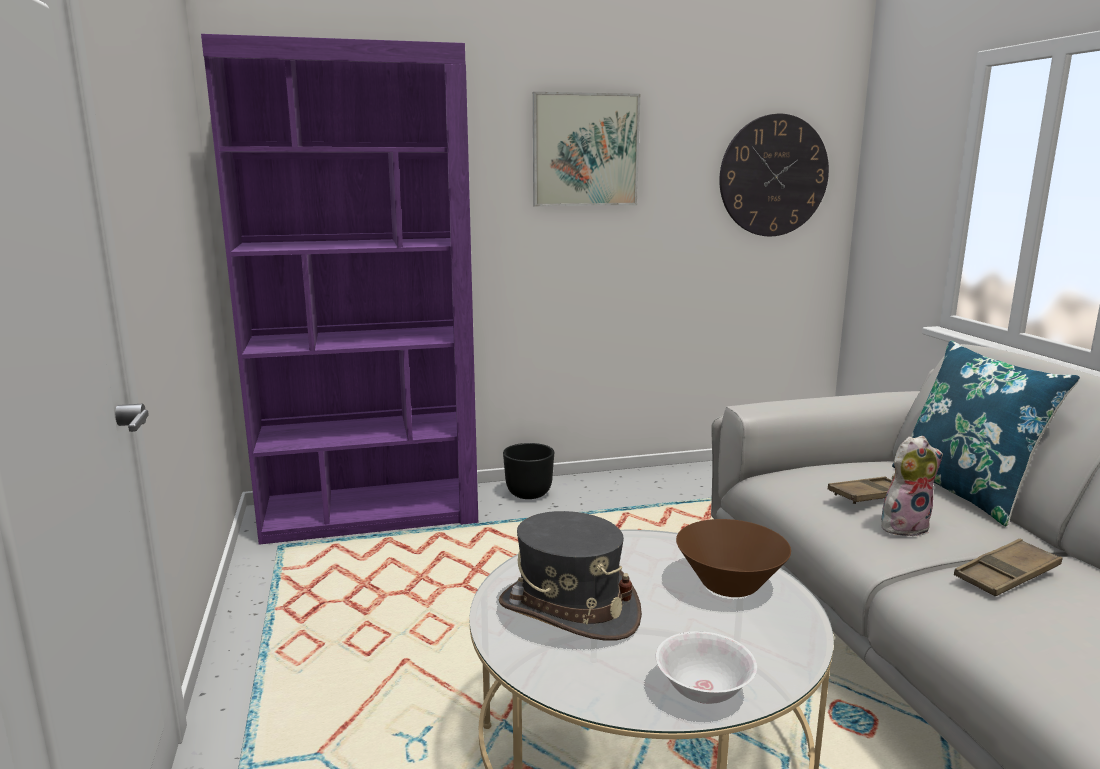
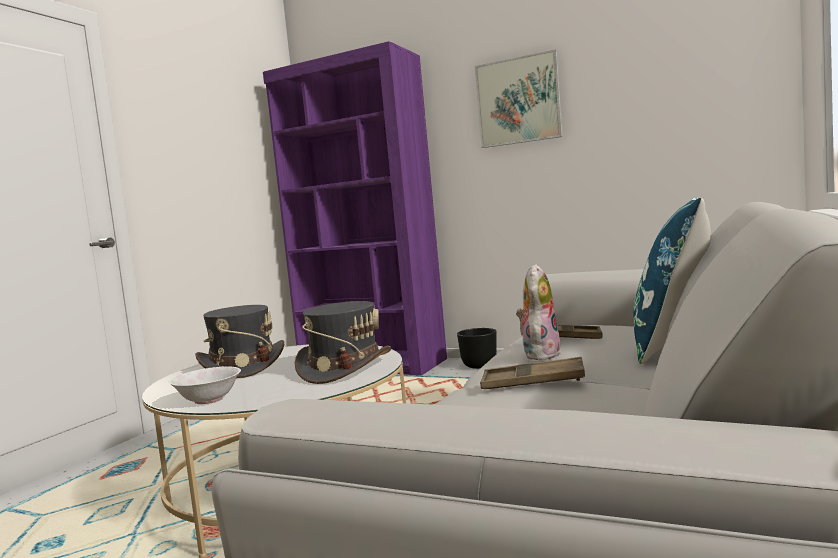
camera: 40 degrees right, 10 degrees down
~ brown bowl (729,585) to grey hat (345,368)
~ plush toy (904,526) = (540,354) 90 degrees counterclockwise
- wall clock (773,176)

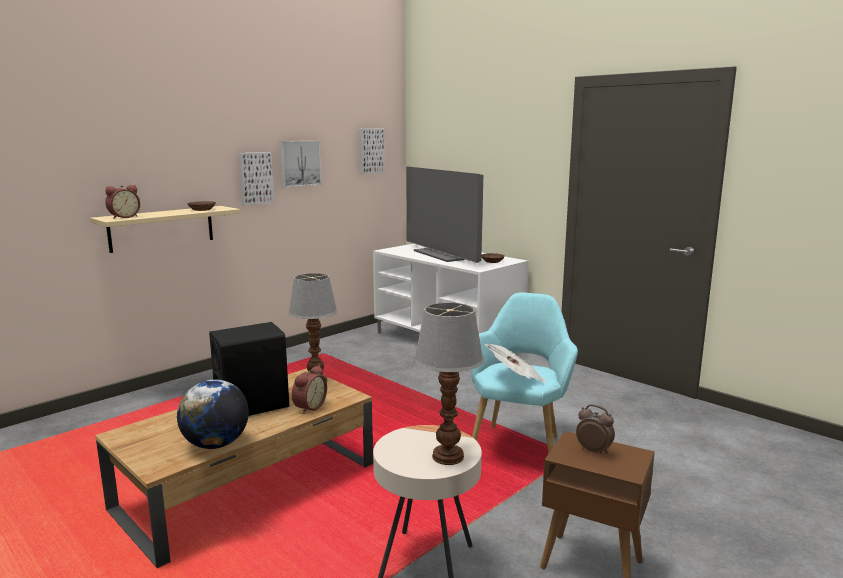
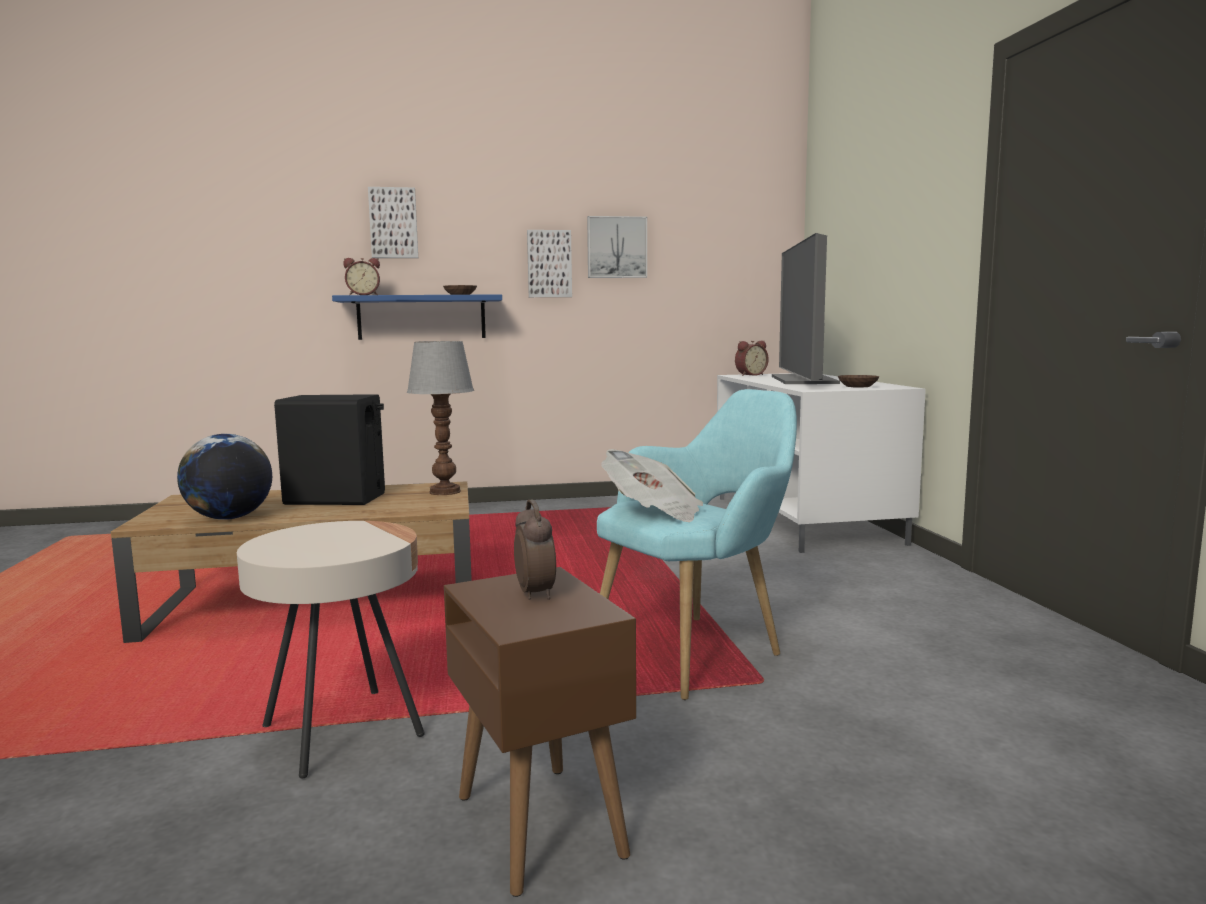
camera: 35 degrees right, 5 degrees down
~ beige shelf (162,228) to blue shelf (421,317)
~ picture (370,151) to (393,223)
~ alarm clock (308,407) to (750,375)
- table lamp (446,457)

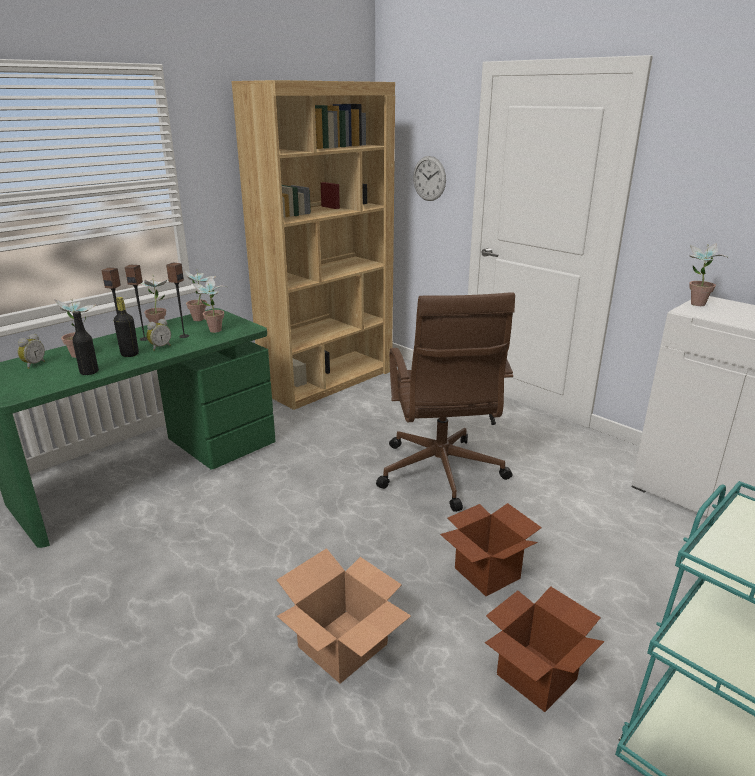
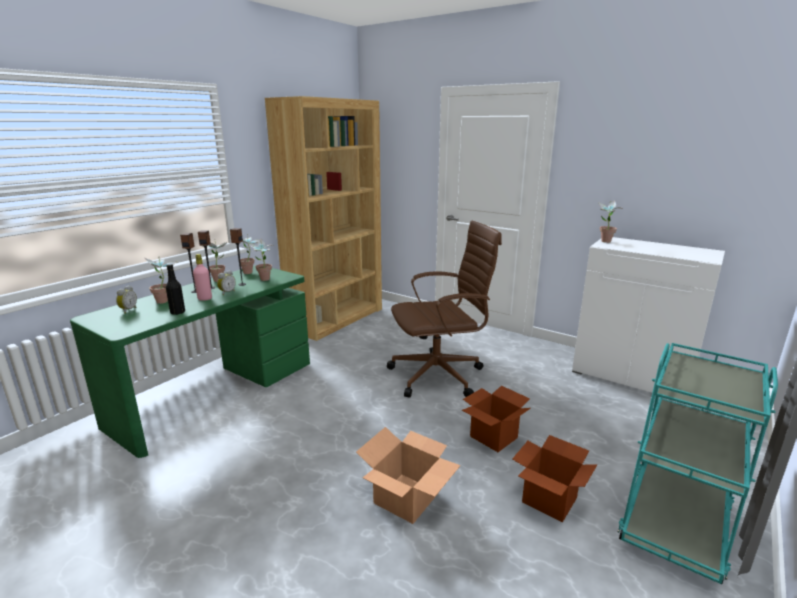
camera: 10 degrees left, 5 degrees down
~ black bottle (130,354) to pink bottle (204,298)
~ brown office chair (440,474) = (439,375) 90 degrees counterclockwise
- wall clock (429,178)

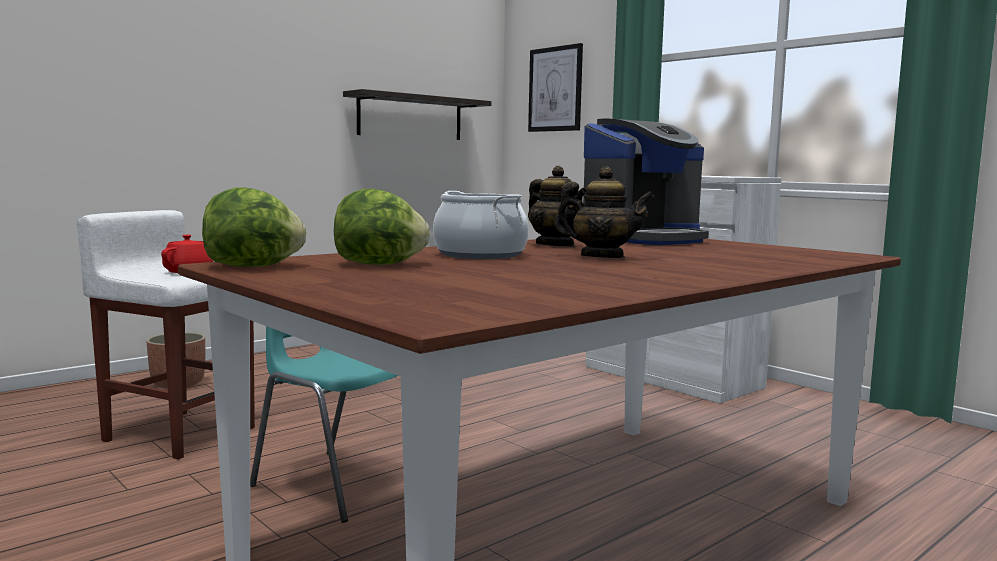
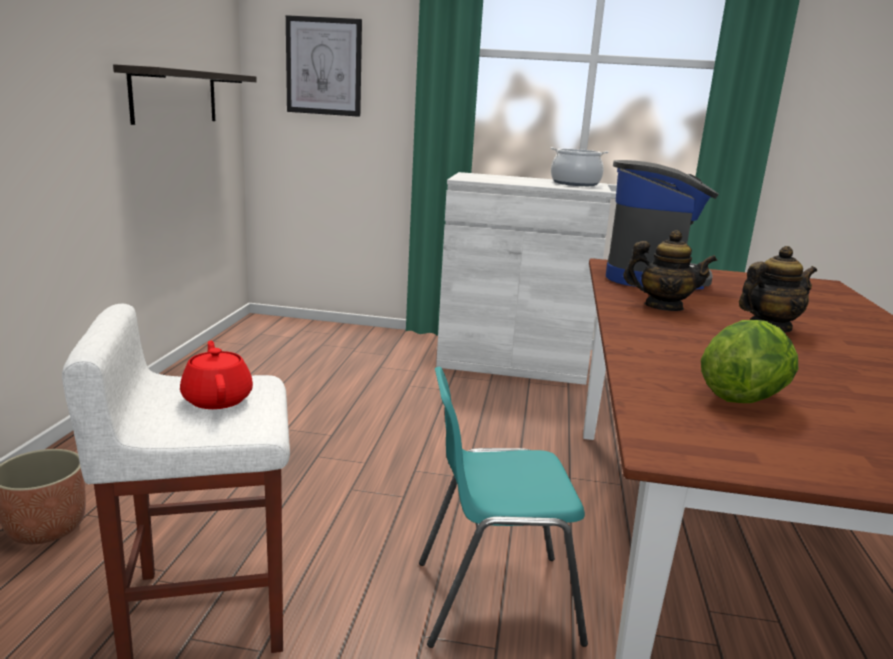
camera: 40 degrees left, 10 degrees up
~ cooking pot (480,254) to (575,183)
- lettuce (253,266)

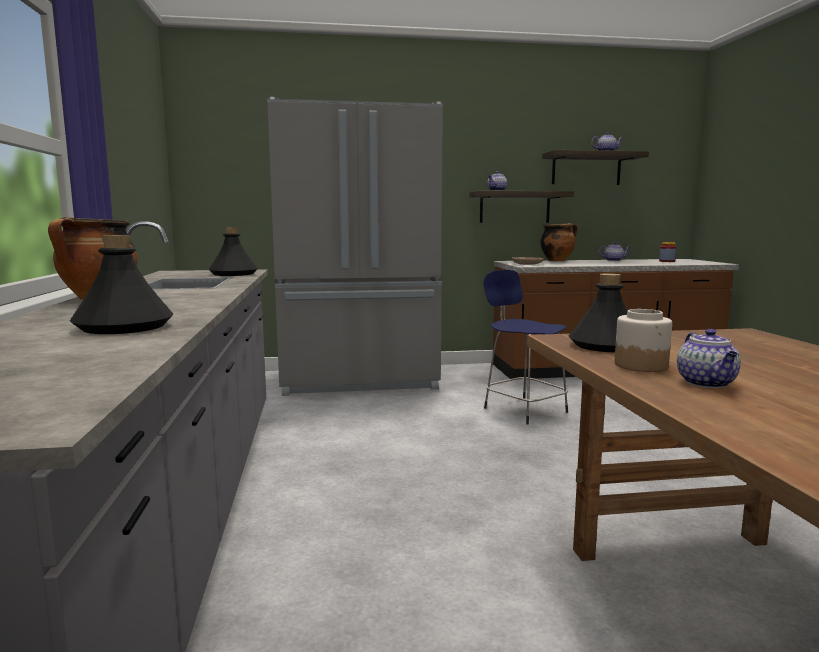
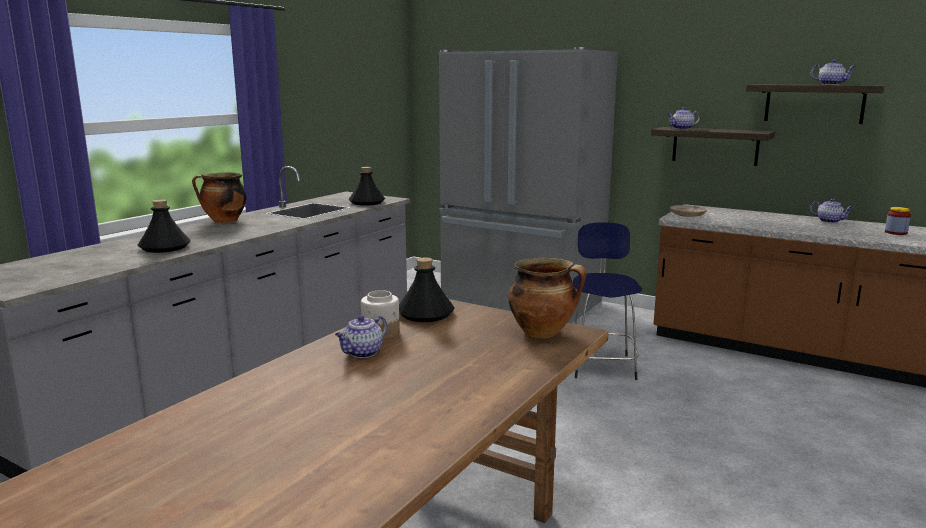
camera: 40 degrees right, 5 degrees up
~ cooking pot (557,260) to (543,333)

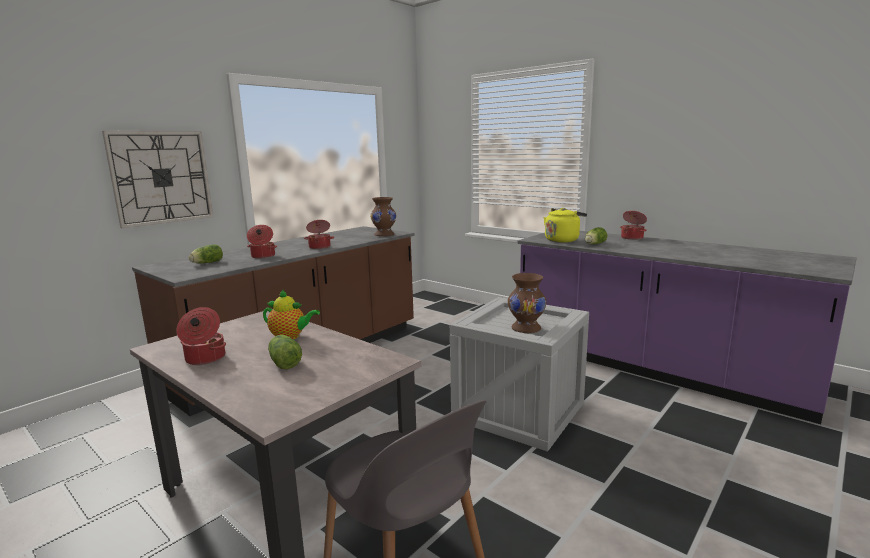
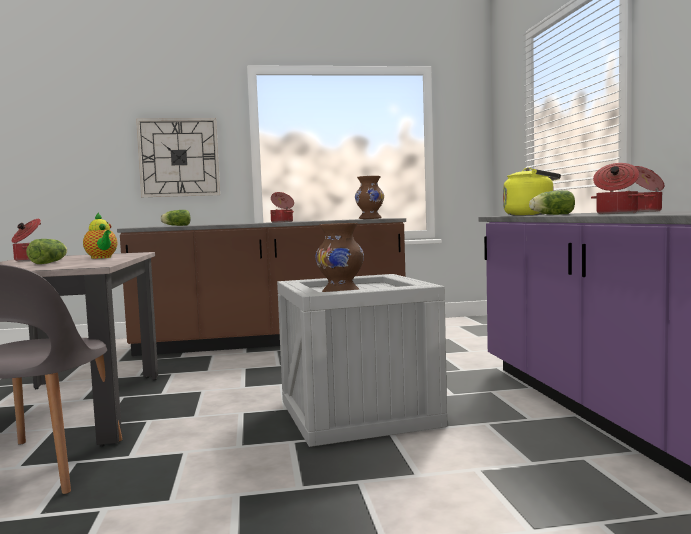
camera: 40 degrees right, 10 degrees down
~ cooking pot (262,256) to (615,213)

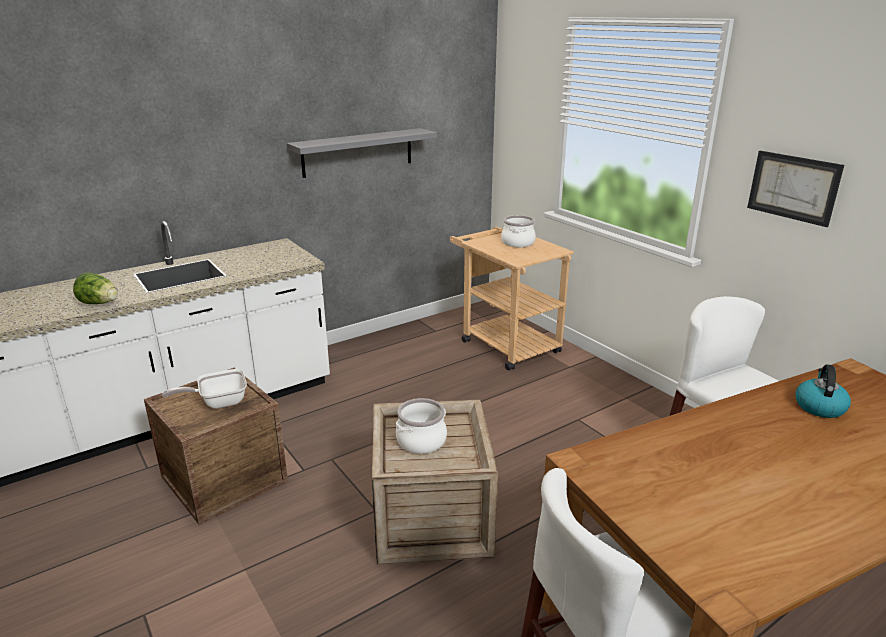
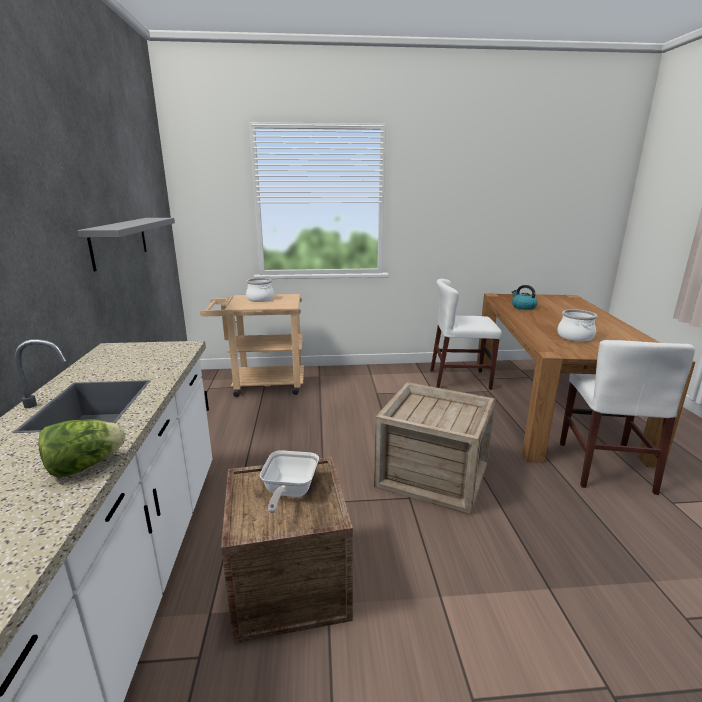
camera: 60 degrees left, 5 degrees down
~ cooking pot (421,441) to (575,337)
- picture (793,187)

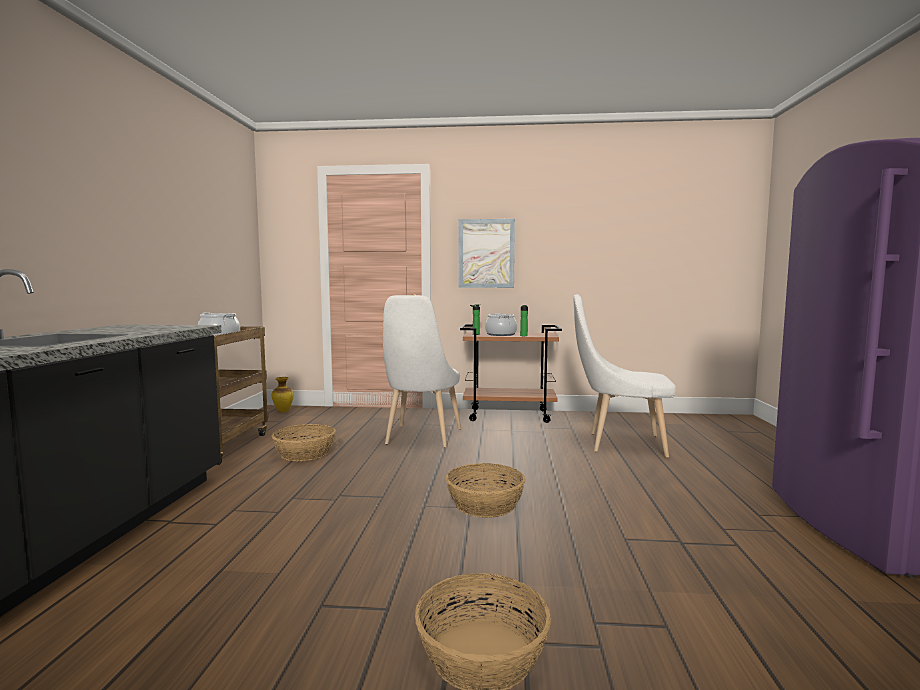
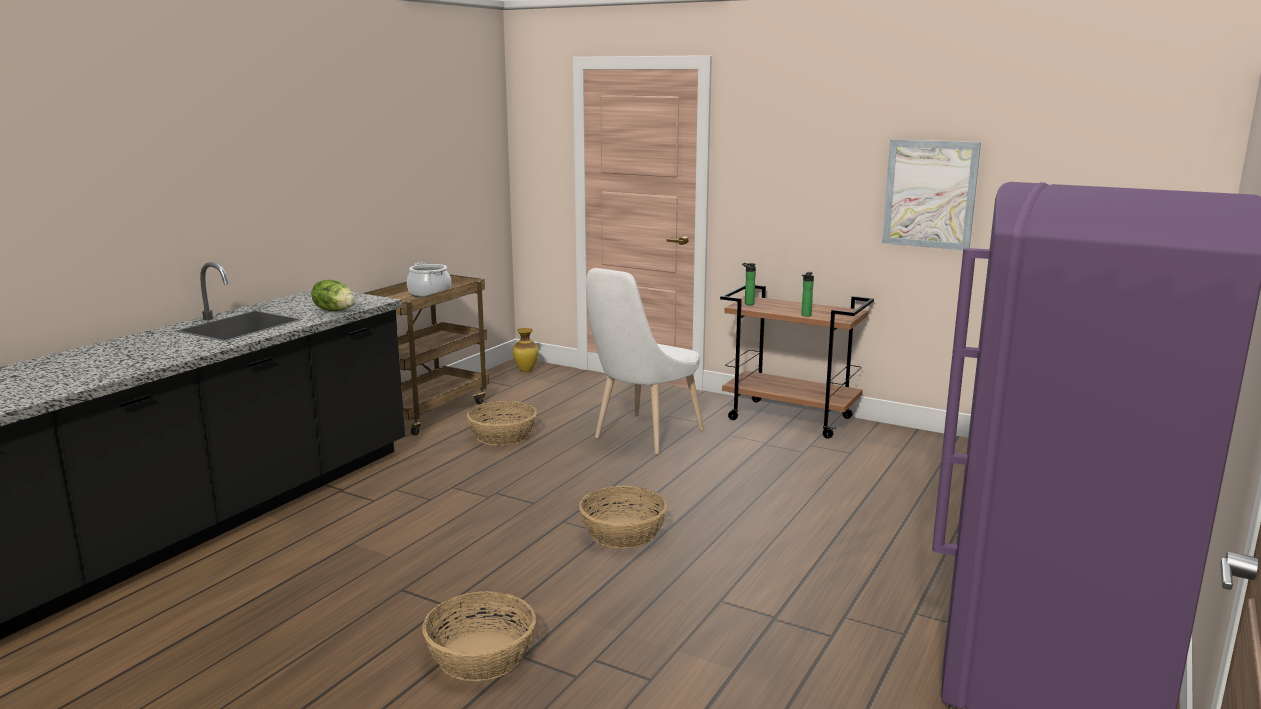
camera: 25 degrees right, 10 degrees up
+ lettuce (335,310)
~ picture (486,253) to (930,194)
- cooking pot (501,334)
- white chair (619,444)

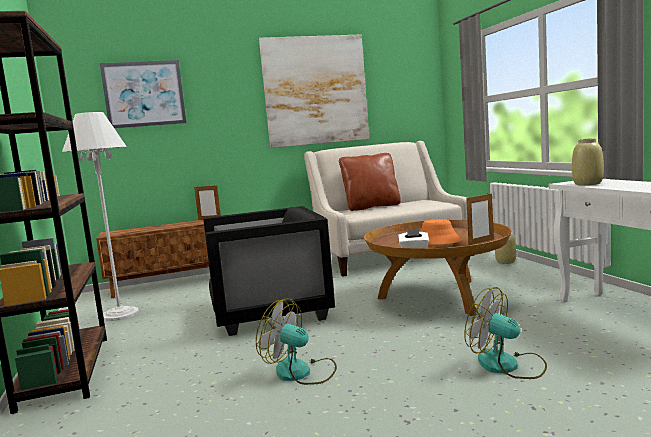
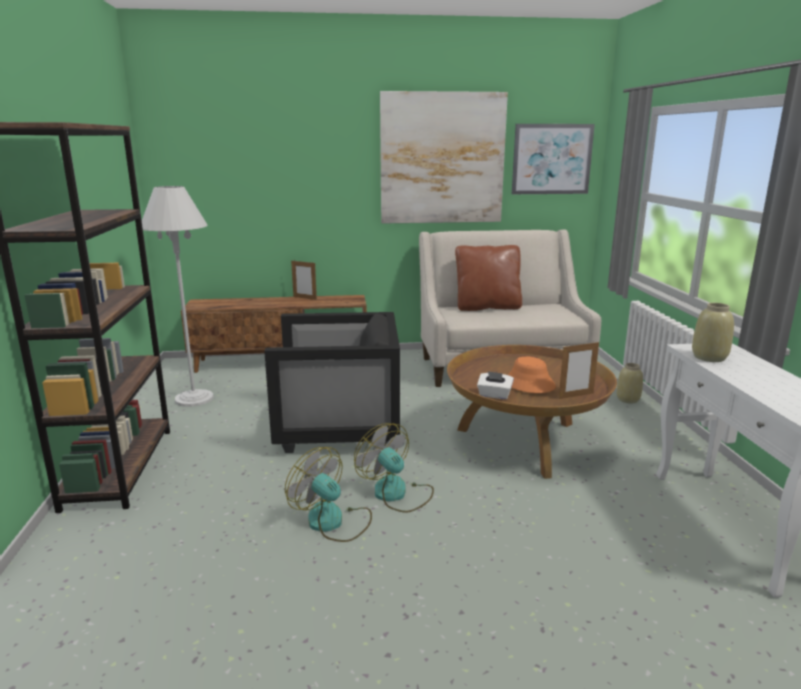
camera: 10 degrees right, 10 degrees up
~ fan (507,365) to (396,494)
~ picture (144,94) to (552,159)

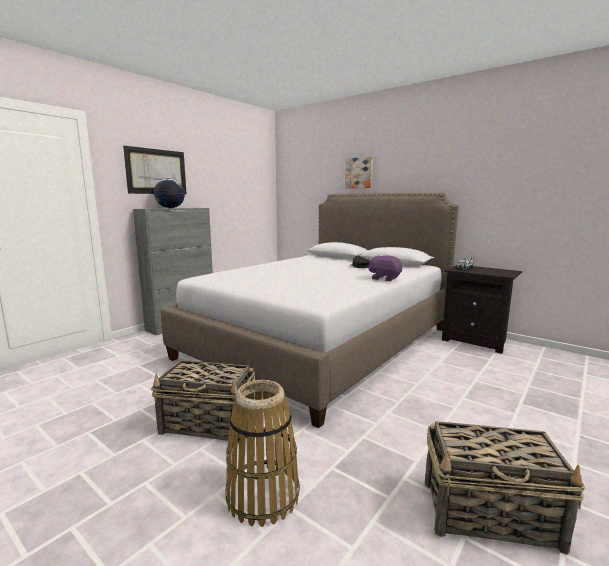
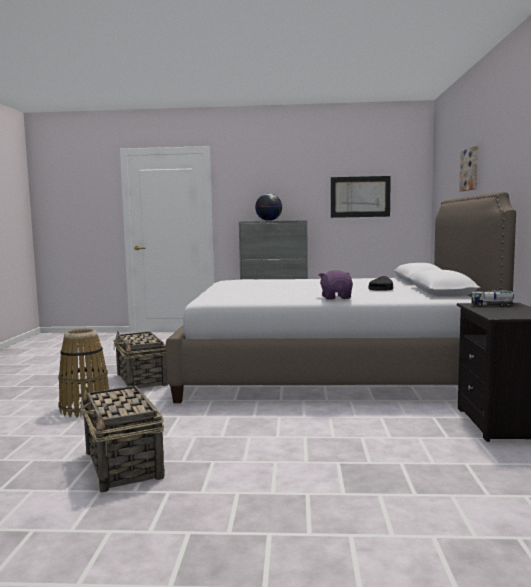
camera: 55 degrees right, 5 degrees down
~ picture (156,171) to (360,196)

